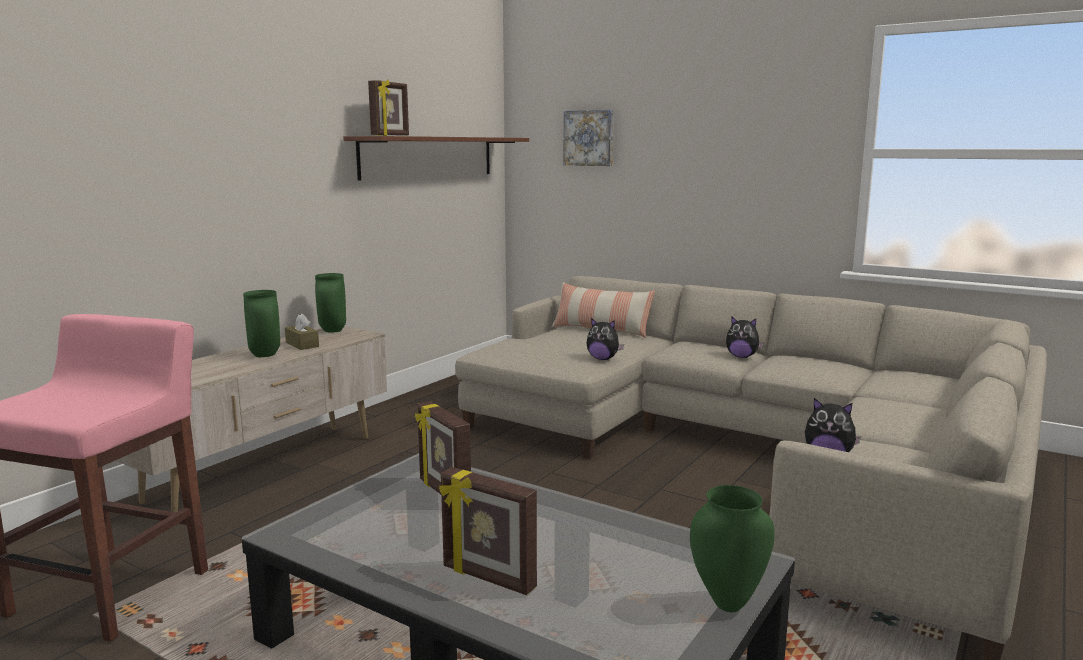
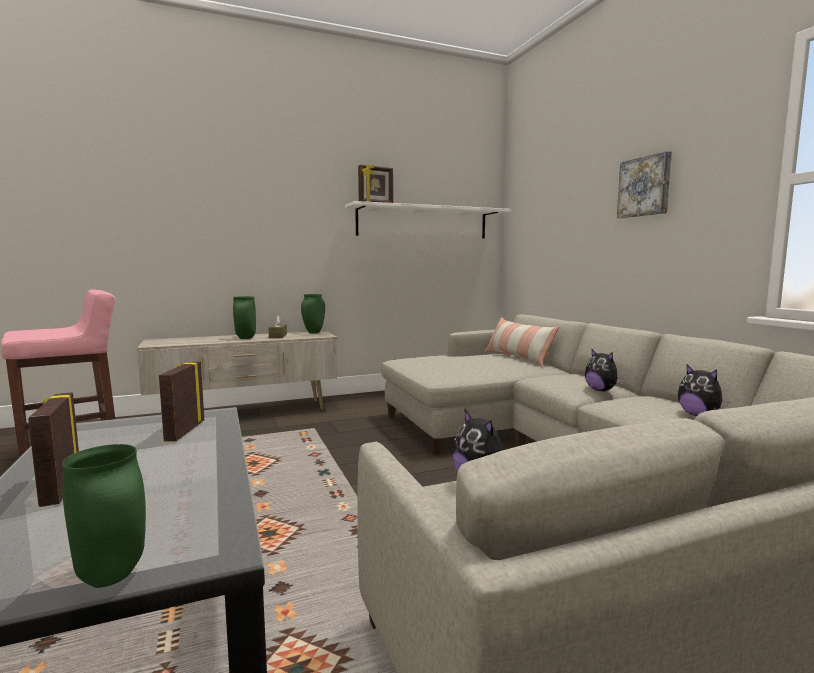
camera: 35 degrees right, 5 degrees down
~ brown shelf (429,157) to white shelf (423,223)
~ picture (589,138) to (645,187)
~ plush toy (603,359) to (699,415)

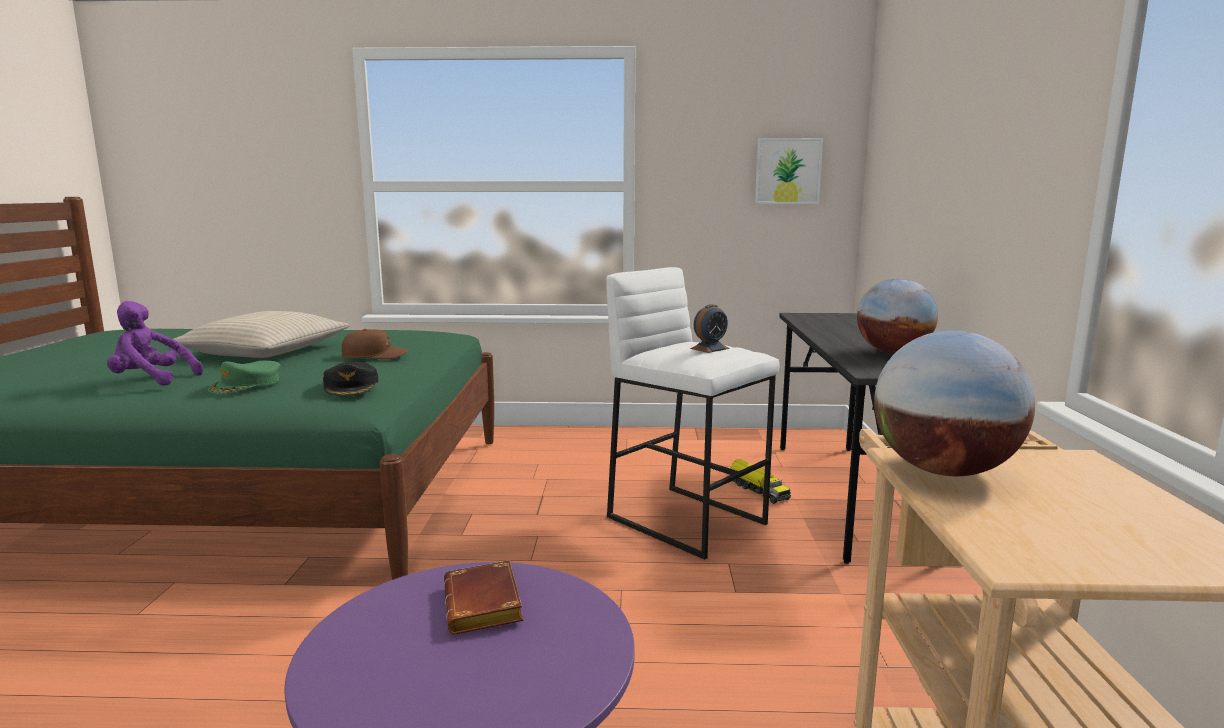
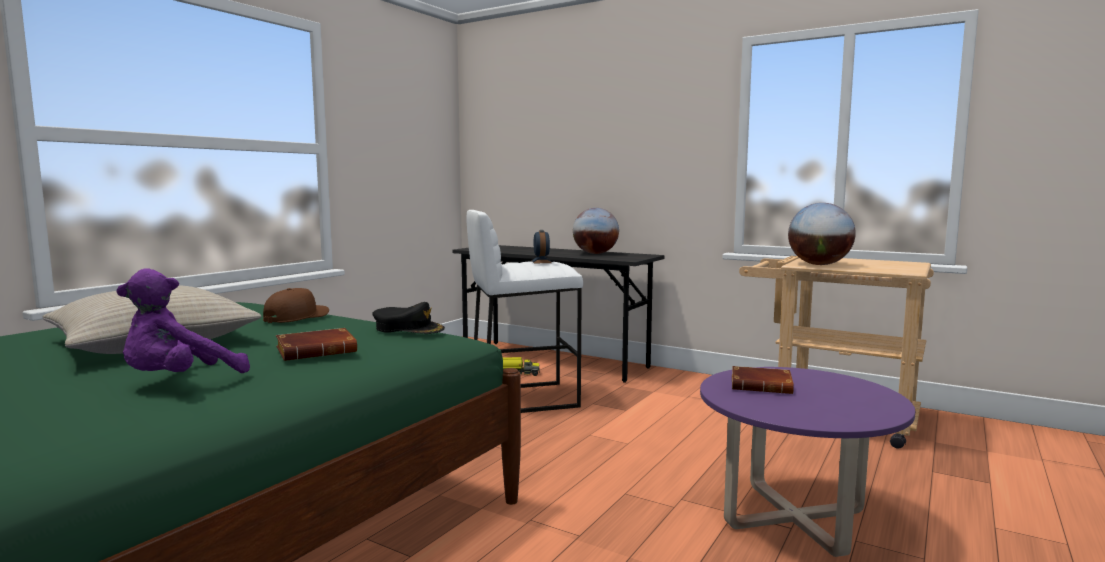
camera: 60 degrees left, 5 degrees down
~ green cap (246,384) to brown book (318,351)
- picture (788,171)

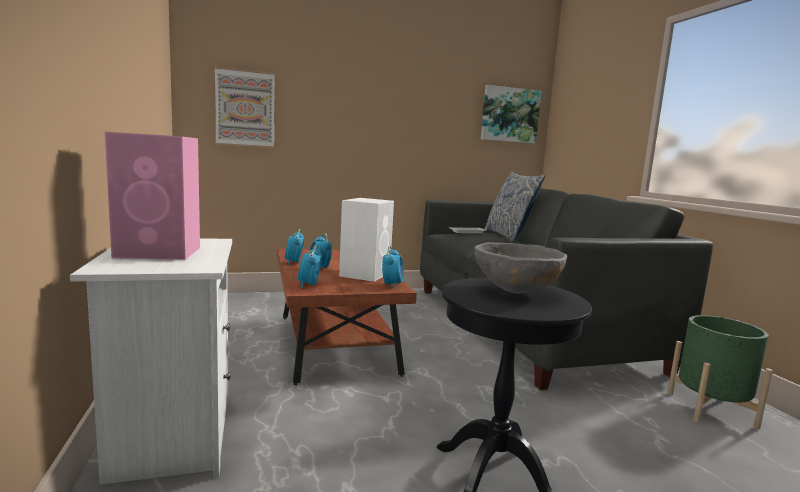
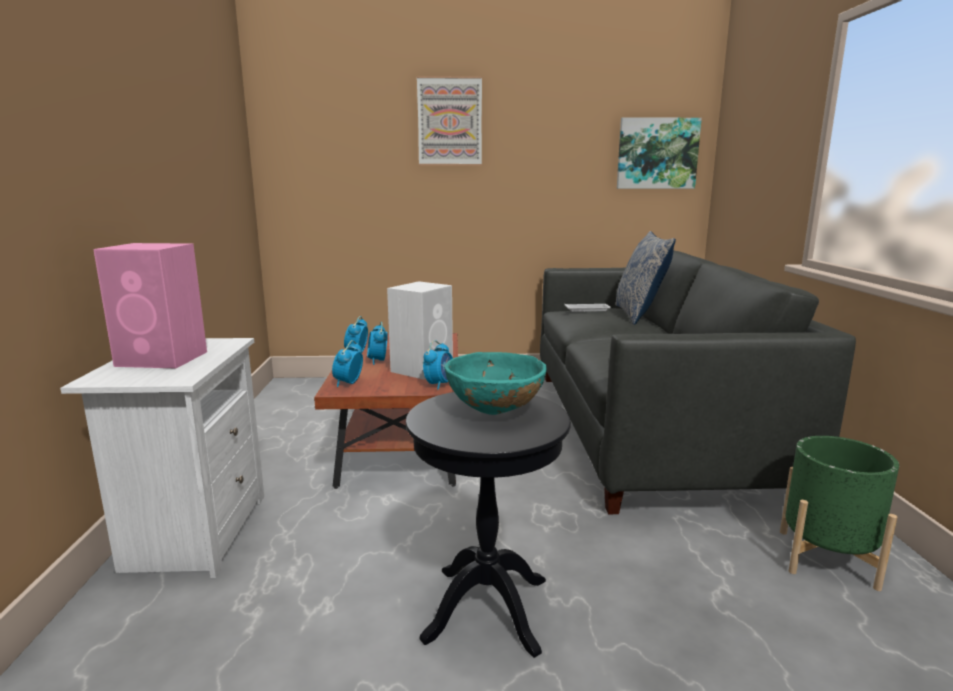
camera: 15 degrees right, 5 degrees up
~ picture (245,108) to (449,122)
~ grey bowl (516,292) to turquoise bowl (495,411)

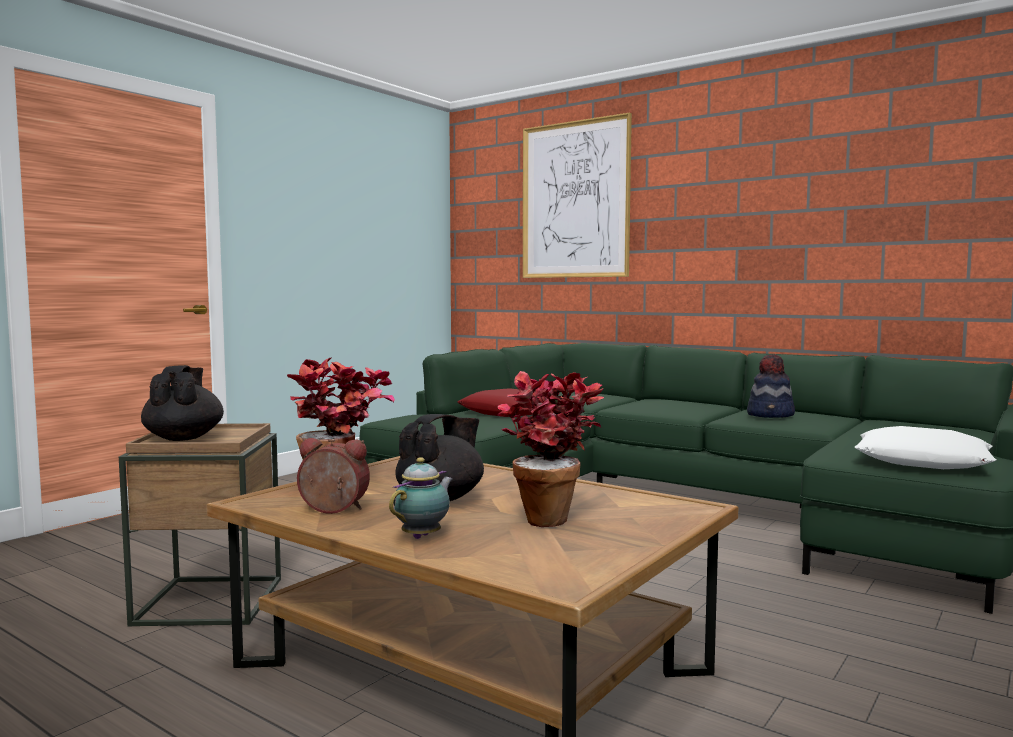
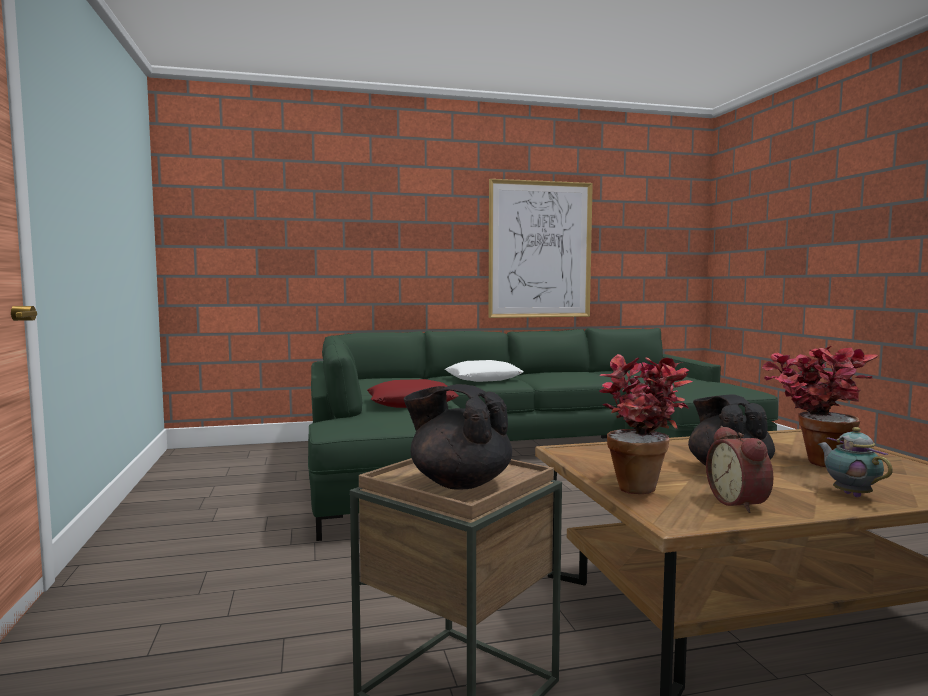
camera: 50 degrees left, 0 degrees up
~ white pillow (922,461) to (484,378)
~ picture (575,200) to (540,250)
~ alarm clock (332,510) = (740,503) 60 degrees counterclockwise
- hat (771,415)

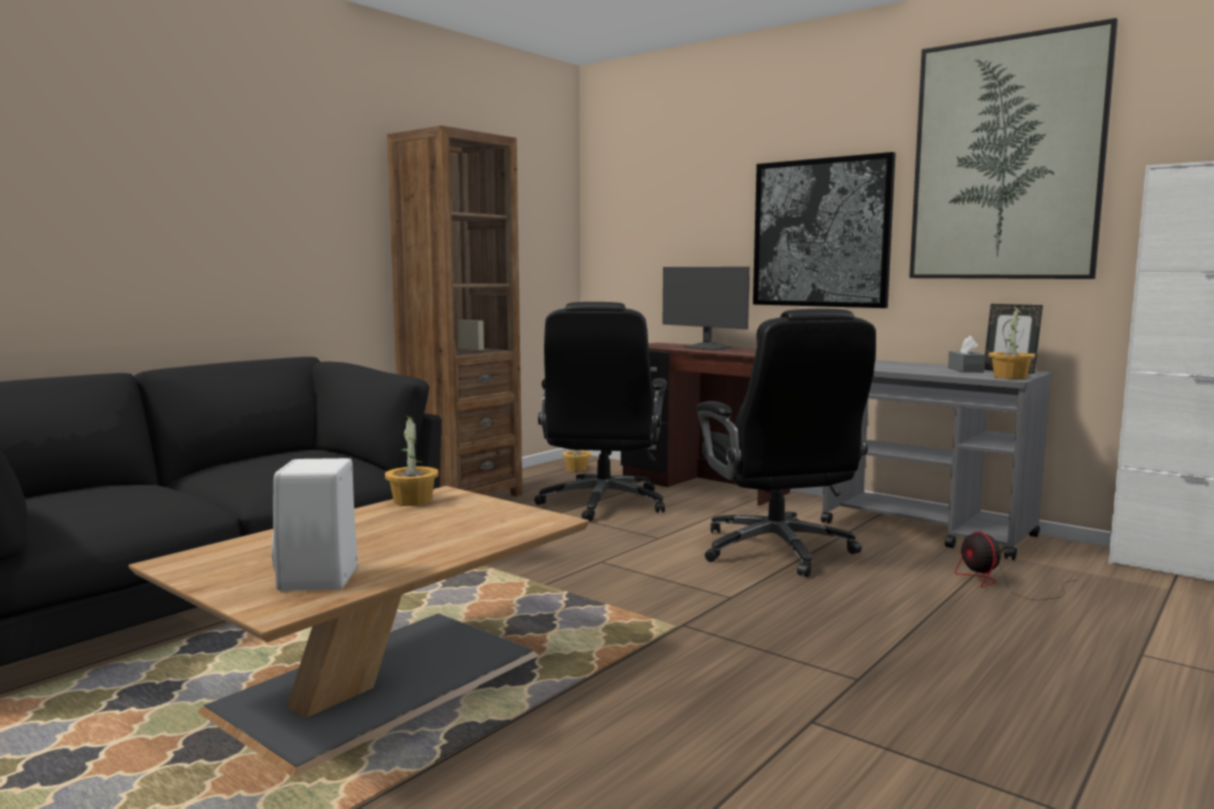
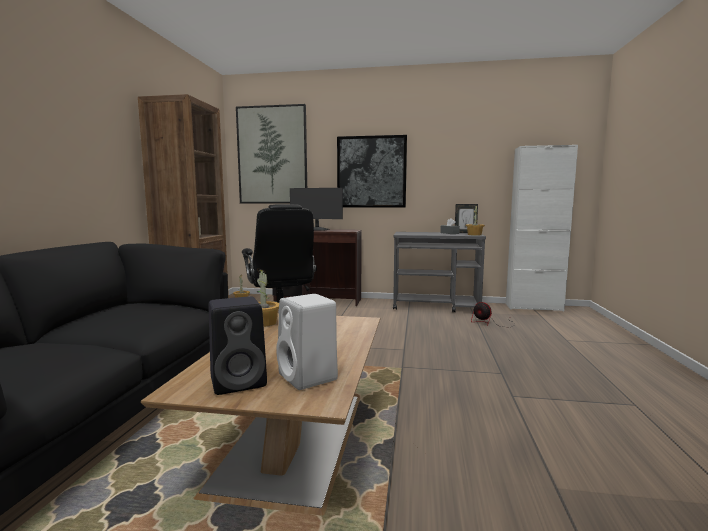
camera: 30 degrees left, 0 degrees up
+ black speaker (240,381)
~ picture (1006,160) to (272,155)
- black office chair (777,551)

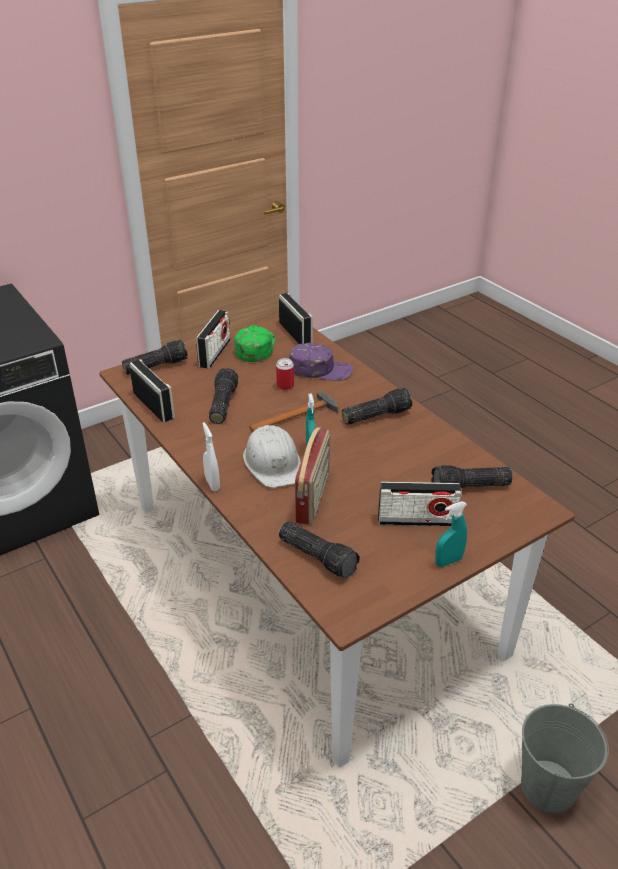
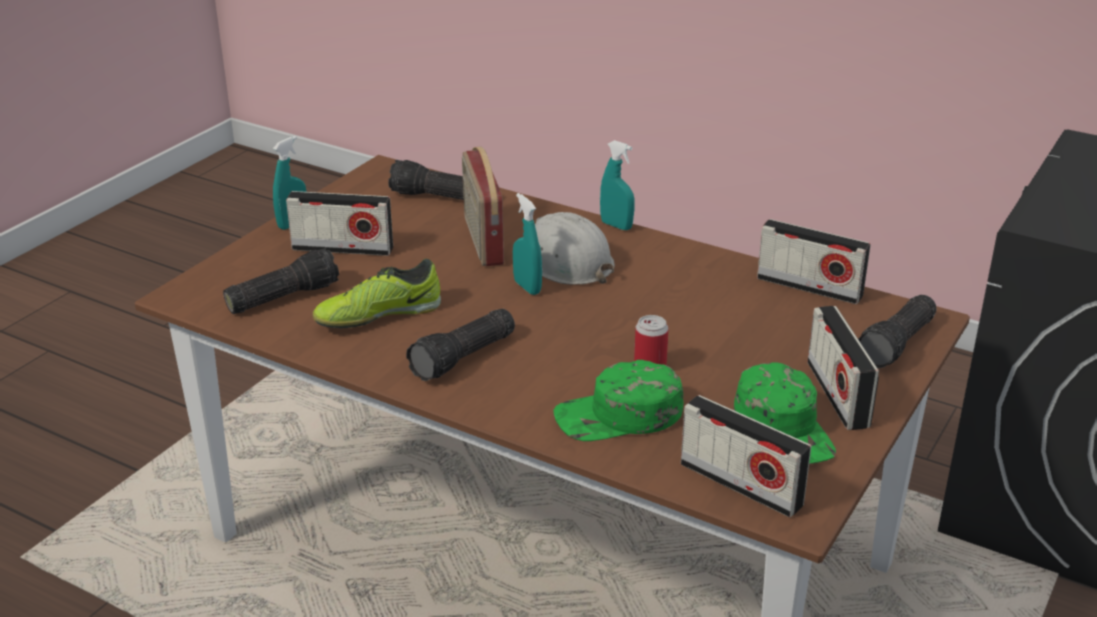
camera: 155 degrees right, 5 degrees down
~ radio (417,520) = (342,248) 150 degrees counterclockwise
+ shoe (378,315)
~ purple cap (320,369) to green cap (619,416)
~ white spray bottle (212,484) to turquoise spray bottle (616,225)
- flashlight (222,404)
- hammer (297,415)
- grey bucket (547,787)

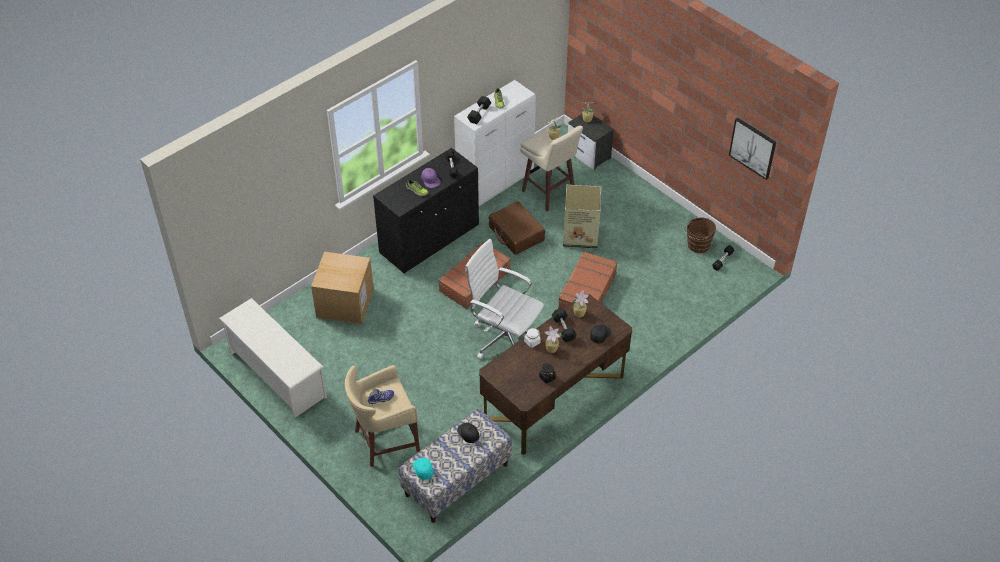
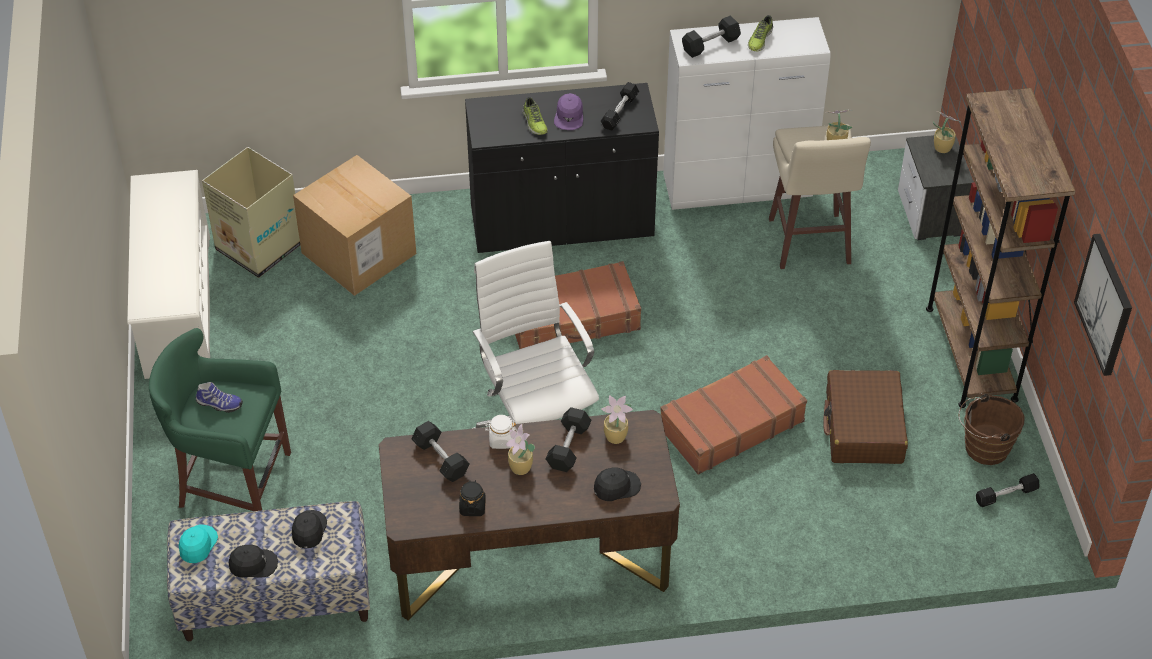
camera: 35 degrees right, 0 degrees up
~ beige stool (384,440) to green stool (231,481)
~ cardboard box (579,235) to (258,246)
+ black cap (253,564)
+ black dumbbell (441,459)
~ brown suitcase (516,234) to (863,428)
+ brown bookcase (971,353)

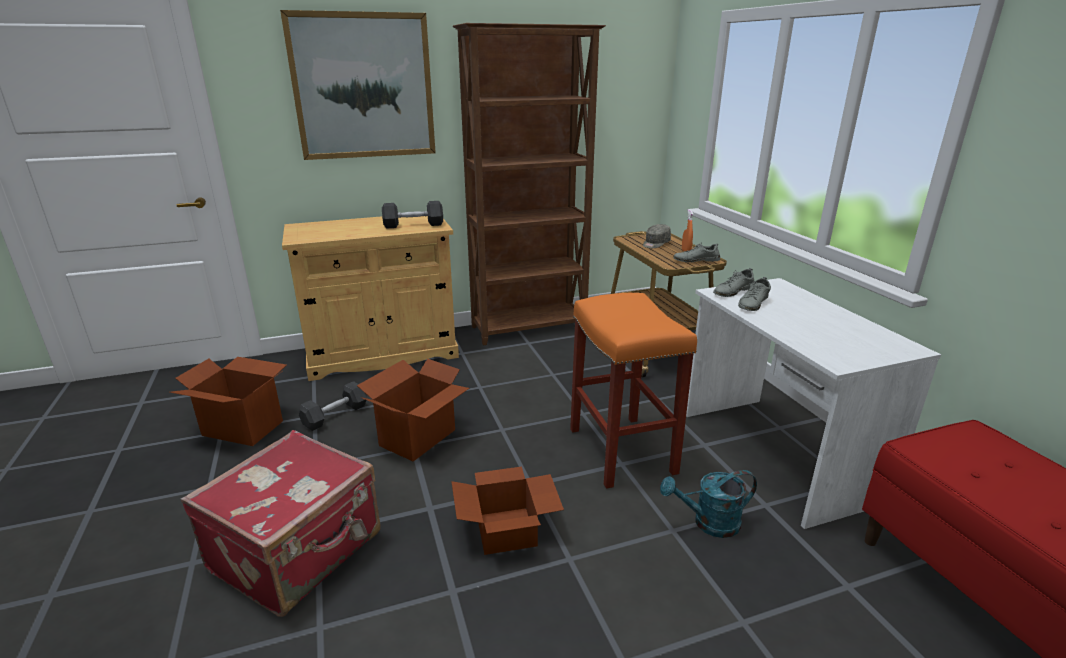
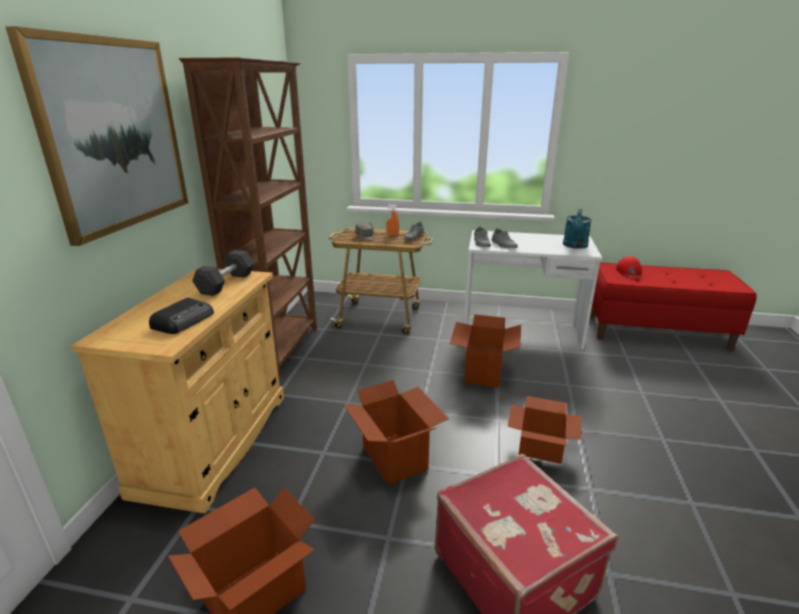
camera: 60 degrees left, 0 degrees up
+ radio (184,320)
~ orange stool (620,450) to cardboard box (482,372)
~ turquoise watering can (708,523) to (575,246)
+ red cap (629,272)
- grey dumbbell (335,415)

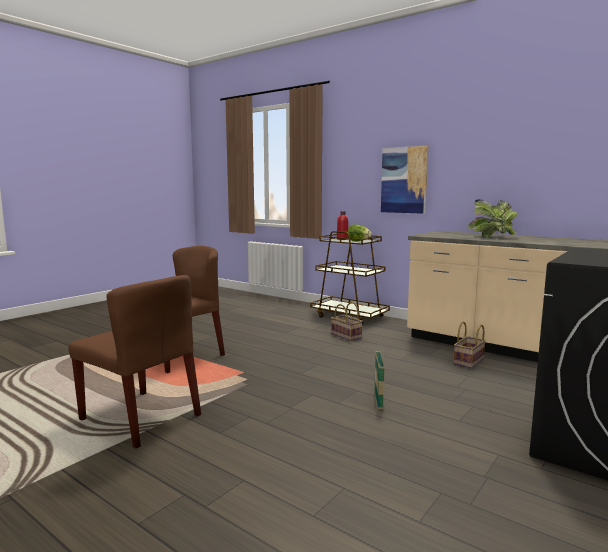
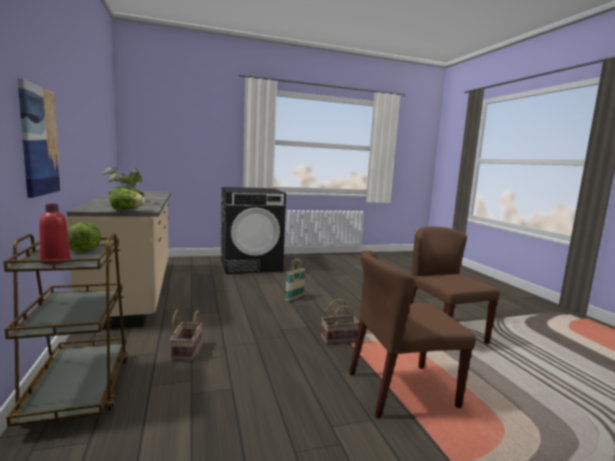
camera: 145 degrees left, 0 degrees up
+ lettuce (127,210)
~ basket (469,362) to (339,338)

